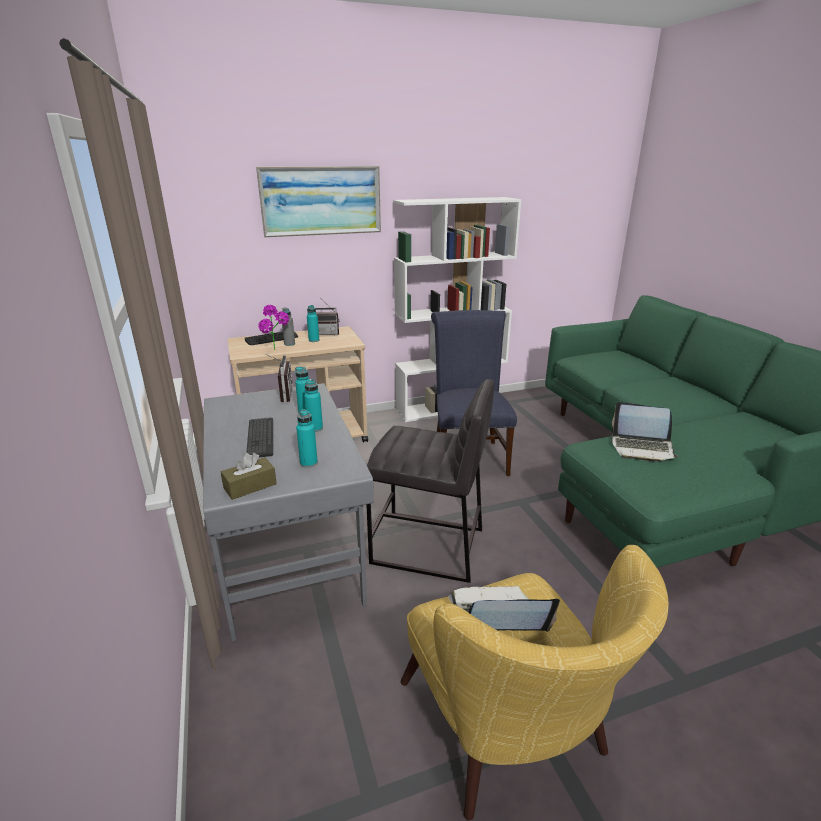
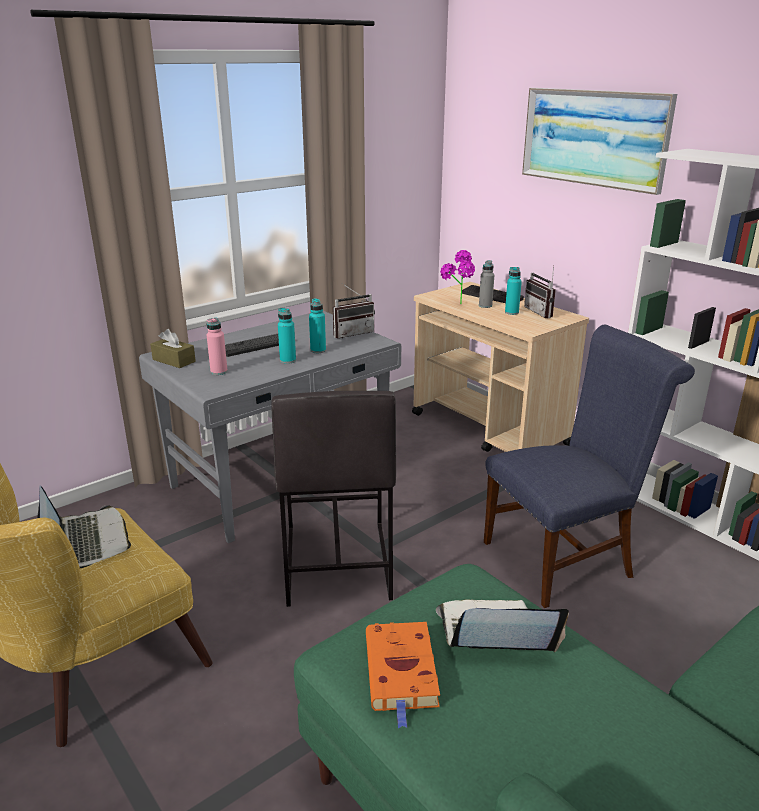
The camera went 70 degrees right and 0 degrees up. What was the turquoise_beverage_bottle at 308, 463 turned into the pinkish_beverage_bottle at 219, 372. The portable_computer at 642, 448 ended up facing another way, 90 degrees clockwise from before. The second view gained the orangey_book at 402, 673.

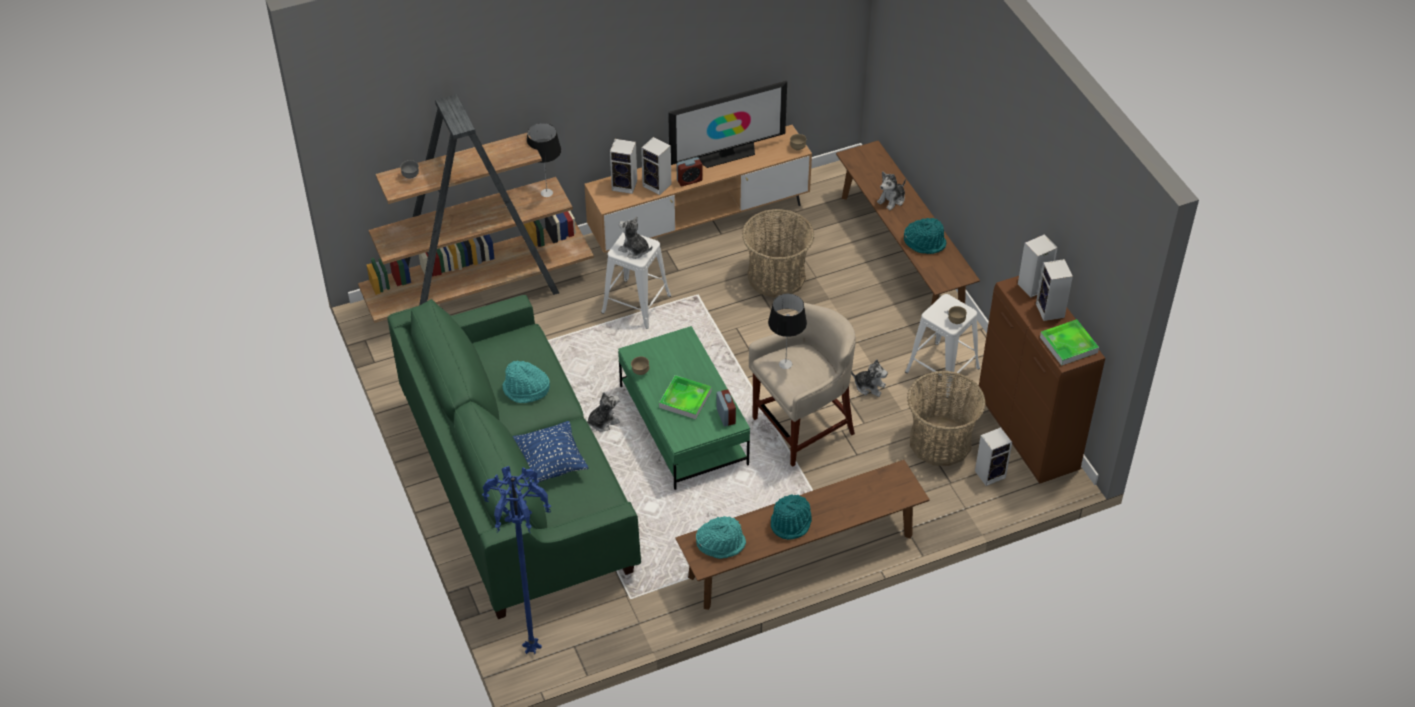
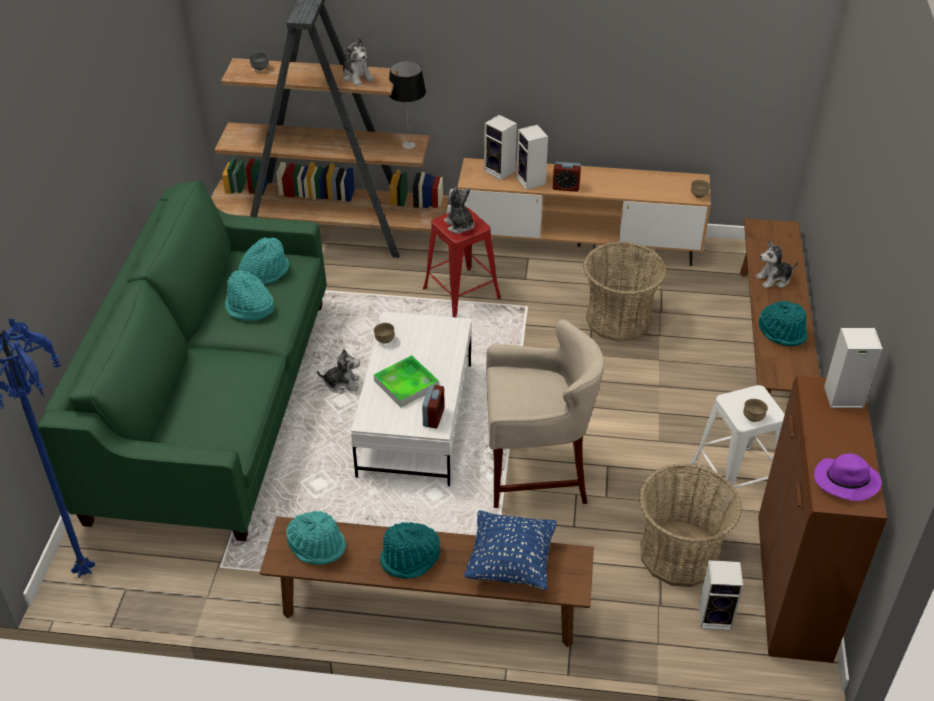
The camera went 30 degrees right and 5 degrees down. The blue_throw_pillow ended up elsewhere, having gone from 550, 464 to 510, 563. What was the white-coloured_sitting_stool at 636, 304 turned into the reddish_sitting_stool at 461, 293. What was the greenish_coffee_table at 683, 425 turned into the white-coloured_coffee_table at 415, 419. The second view lost the television at 727, 154. The second view lost the tabletop_lamp at 785, 364. The cuddly_toy ended up elsewhere, having gone from 869, 386 to 357, 77. The second view lost the speaker at 1051, 311. Where the tray stood at 1068, 345, the purplish_clothing_hat came to stand at 845, 482. The second view gained the turquoise_clothing_hat at 265, 272.

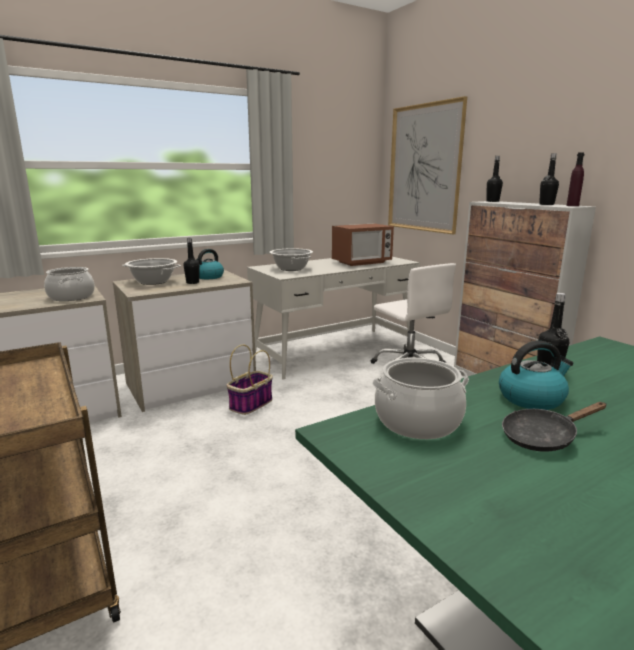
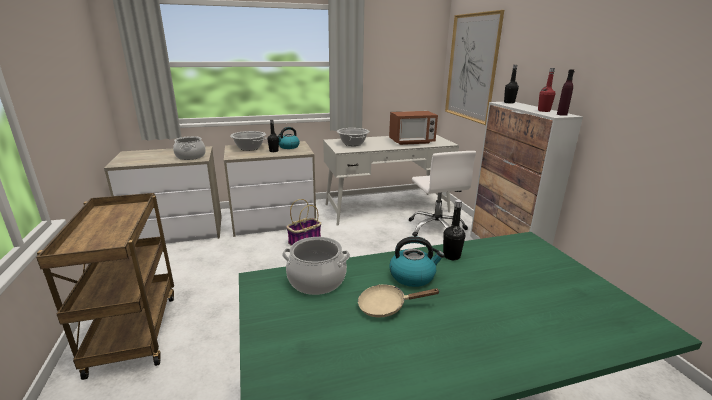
The camera went 15 degrees right and 5 degrees up. What was the blackish_skillet at 543, 437 turned into the beige_skillet at 386, 306. What was the blackish_beverage_bottle at 546, 204 turned into the reddish_beverage_bottle at 544, 111.

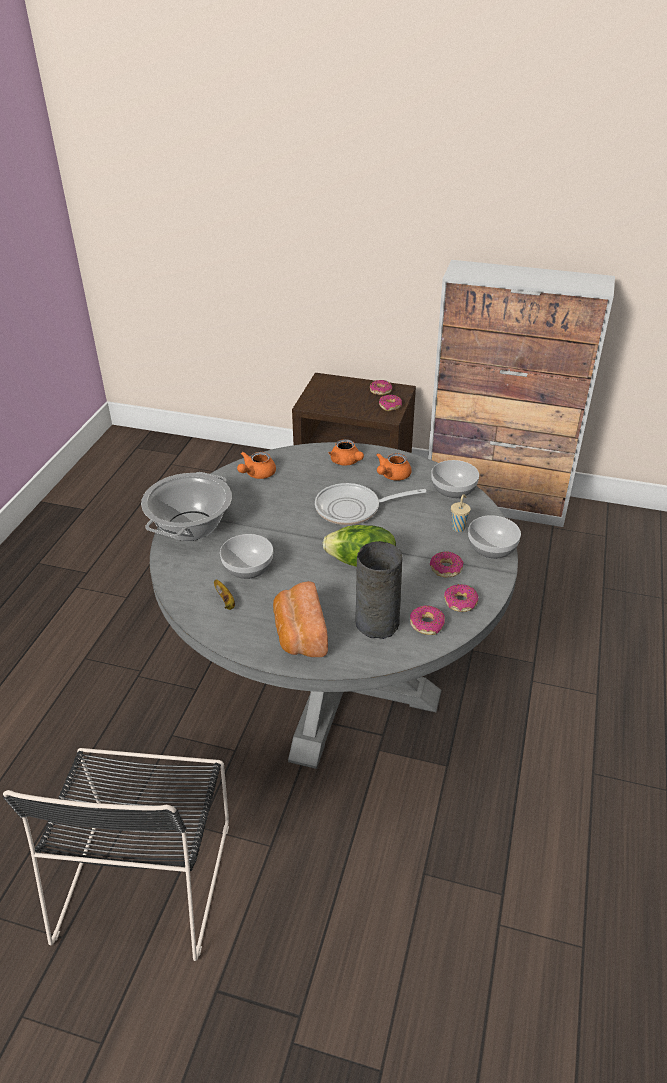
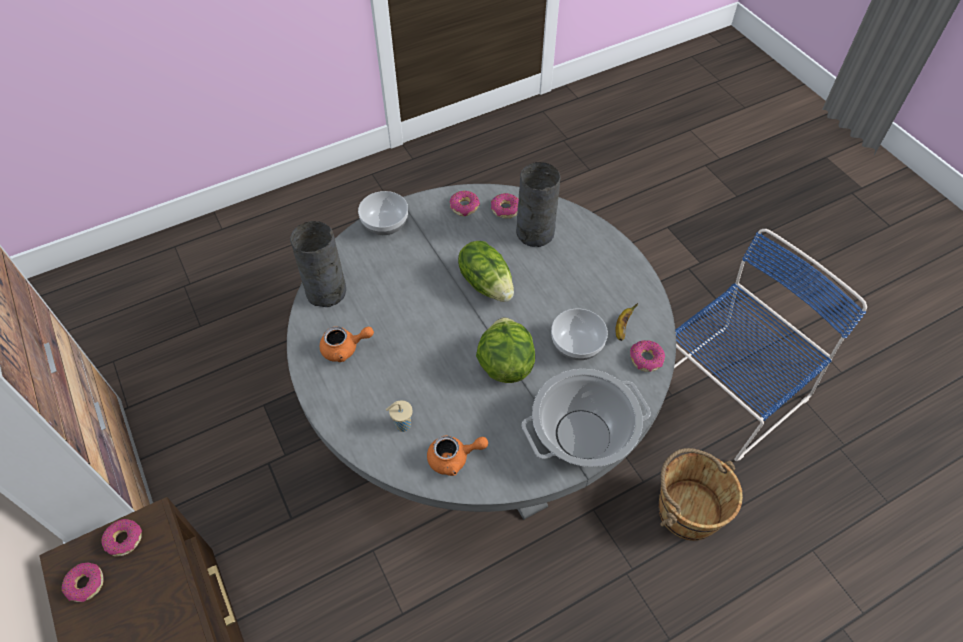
The camera went 135 degrees left and 15 degrees up. What was the blackish_upright_chair at 147, 873 turned into the blue_upright_chair at 726, 393. The second view lost the baked_bread at 299, 635. The second view lost the skillet at 353, 509. The second view lost the orangey_tea_pot at 346, 462. The doughnut ended up elsewhere, having gone from 446, 569 to 646, 359. Where the bowl stood at 452, 490, the grey_vase came to stand at 326, 292. The beige_cup ended up elsewhere, having gone from 458, 527 to 402, 425. The second view gained the head_of_lettuce at 505, 365. The second view gained the brown_bucket at 687, 509.

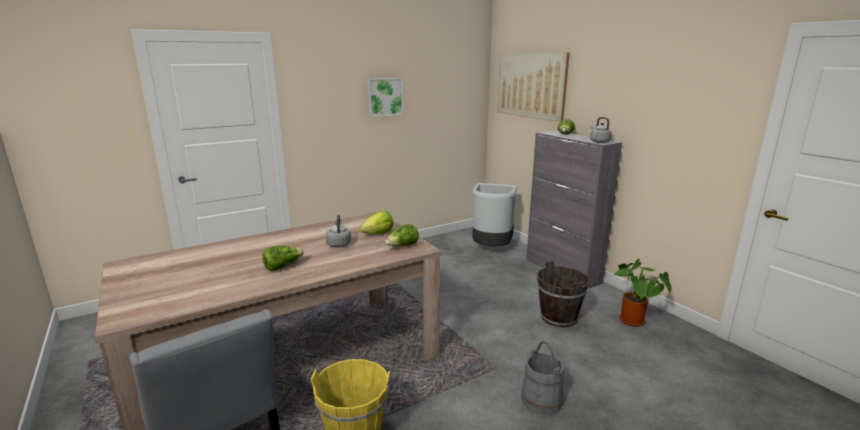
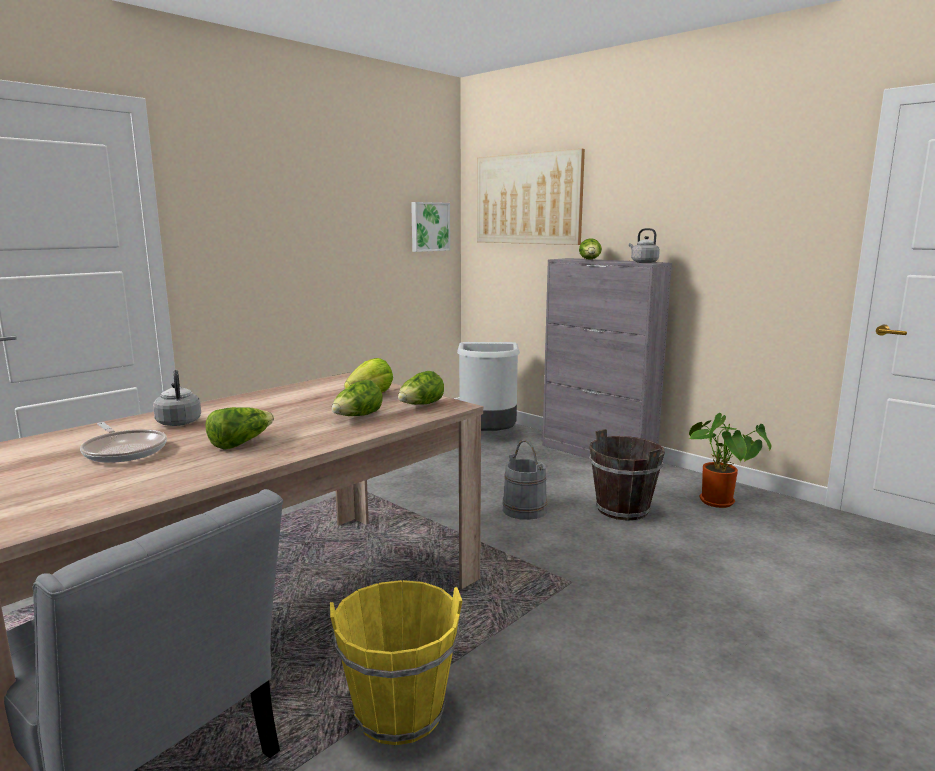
The camera went 15 degrees left and 5 degrees down. The grey_tea_kettle ended up elsewhere, having gone from 339, 244 to 179, 422. The picture ended up elsewhere, having gone from 384, 97 to 429, 226. The grey_bucket ended up elsewhere, having gone from 541, 399 to 524, 509. The second view gained the skillet at 124, 450. The second view gained the head_of_lettuce at 357, 417.

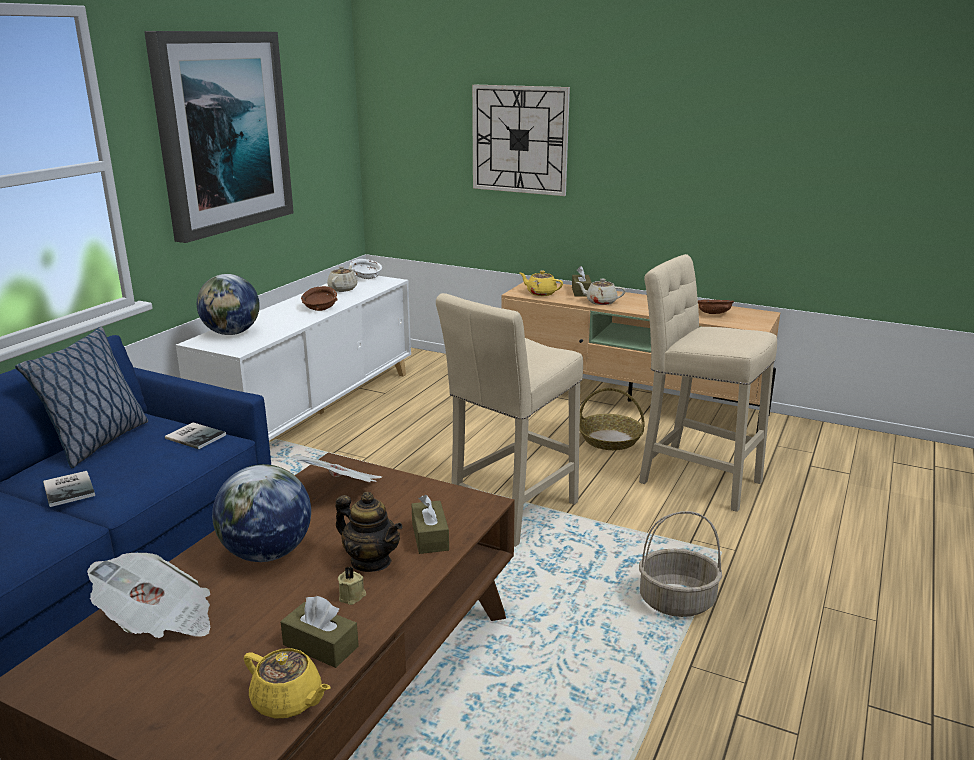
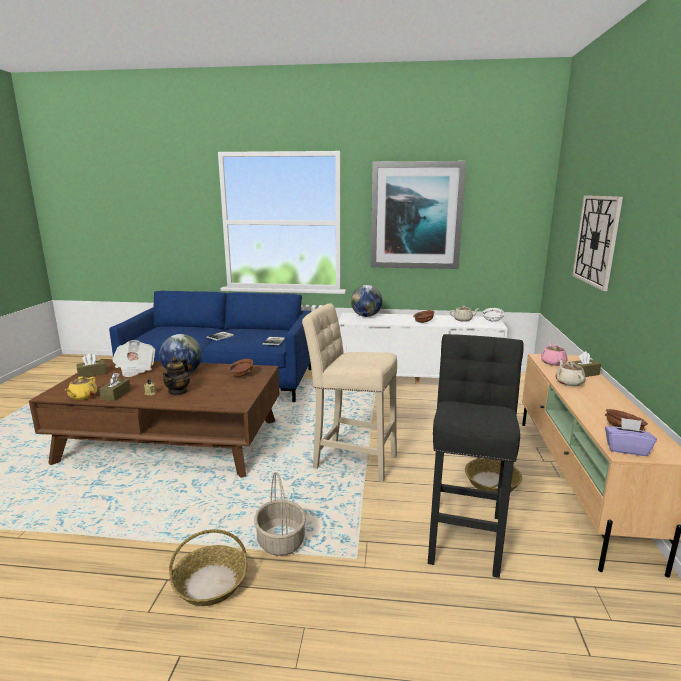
The camera went 70 degrees right and 5 degrees down. The second view lost the throw_pillow at 97, 443. Where the newspaper stood at 341, 489, the brown_bowl came to stand at 241, 374. The brown_box_of_tissues ended up elsewhere, having gone from 430, 537 to 92, 373. What was the yellow-coloured_tea_pot at 540, 293 turned into the pinkish_tea_pot at 553, 362. What was the beige_sitting_stool at 694, 479 turned into the blackish_sitting_stool at 465, 534. The second view gained the storage_basket at 210, 583. The second view gained the purplish_box_of_tissues at 626, 449.

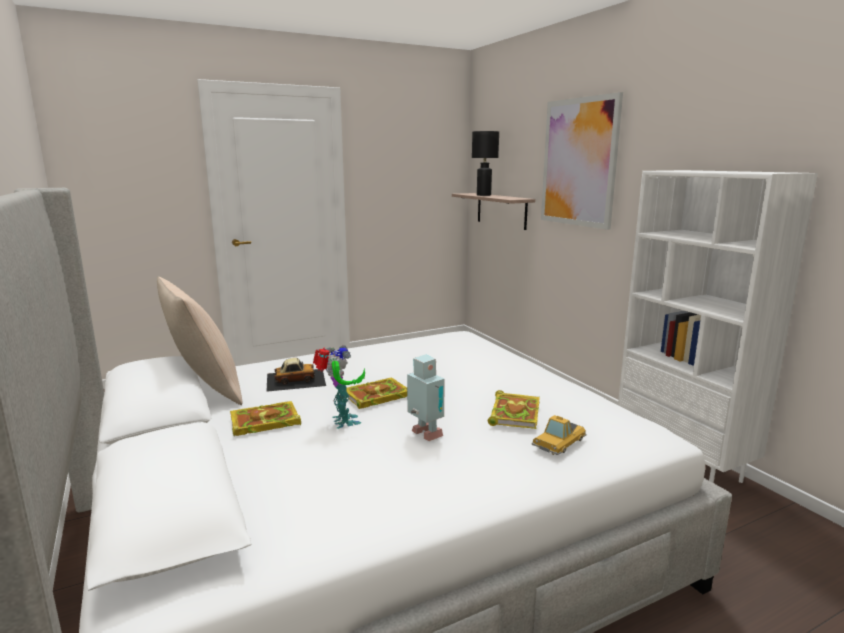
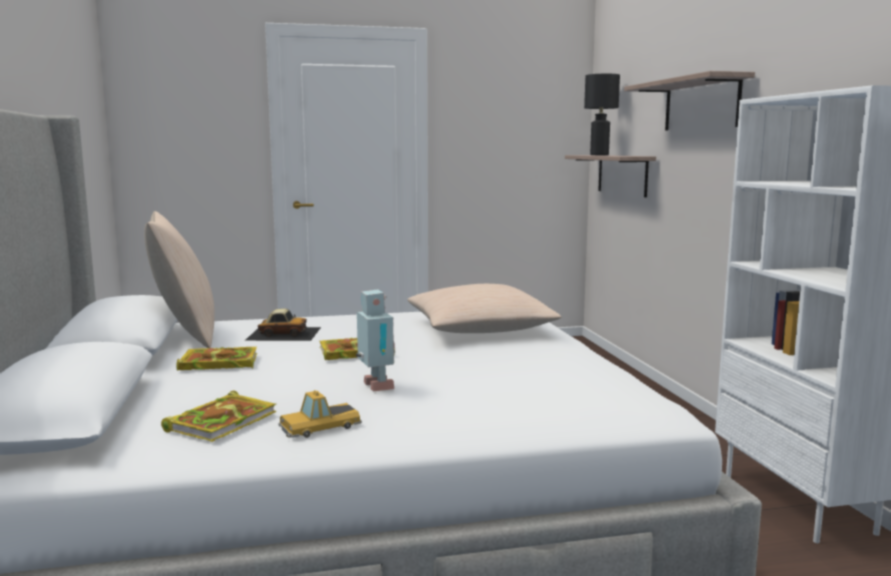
The camera went 15 degrees right and 5 degrees down. The second view lost the model_robot at 342, 422. The book ended up elsewhere, having gone from 514, 413 to 223, 421. The toy_car ended up elsewhere, having gone from 558, 442 to 318, 426. Where the picture hung at 579, 162, the bracket_shelf came to hang at 701, 104. The second view gained the beige_throw_pillow at 479, 328.

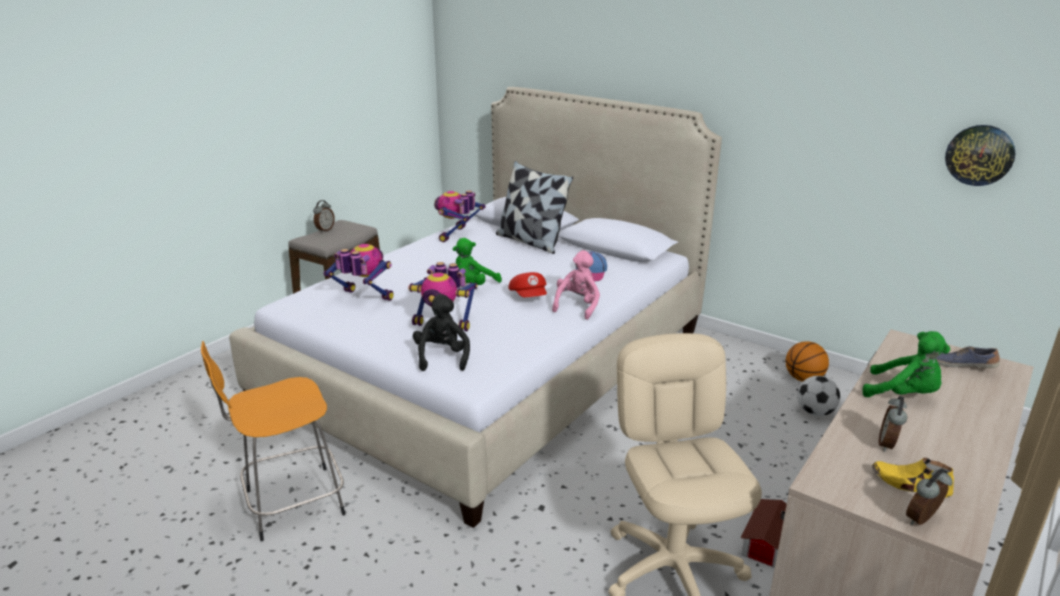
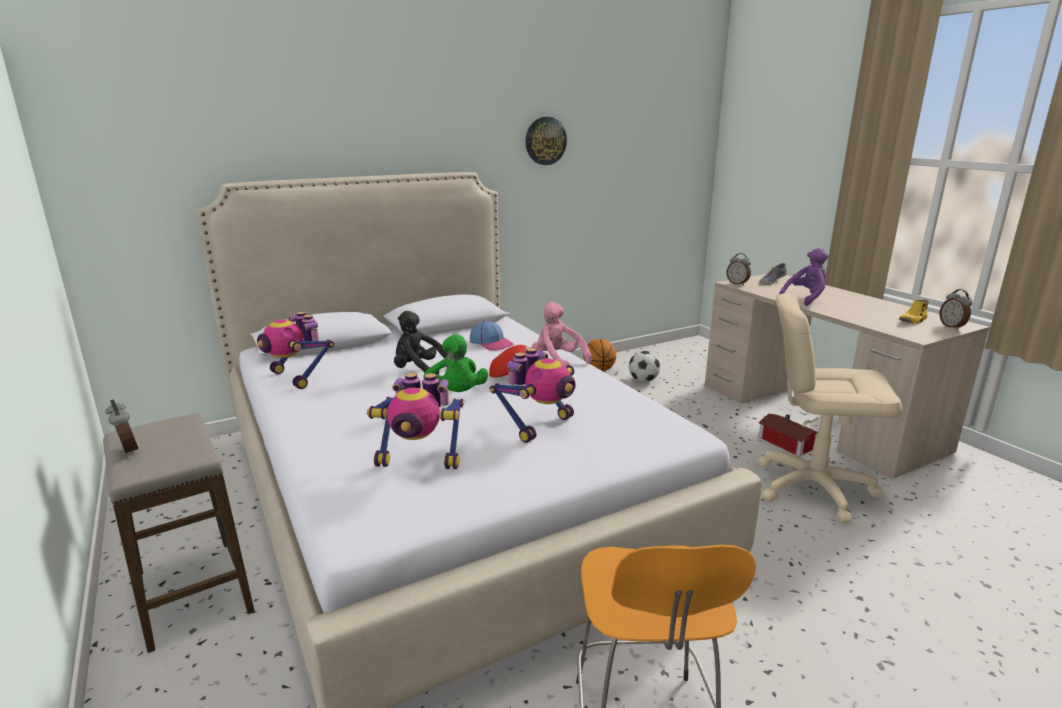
The camera went 65 degrees left and 5 degrees down. The model_robot at 364, 298 ended up facing another way, 135 degrees counterclockwise from before. The blackish_cuddly_toy ended up elsewhere, having gone from 442, 357 to 419, 371. The second view lost the throw_pillow at 531, 241. What was the greenish_cuddly_toy at 903, 394 turned into the purplish_cuddly_toy at 805, 298. The alarm_clock ended up elsewhere, having gone from 888, 445 to 737, 283. The wall_clock ended up elsewhere, having gone from 979, 155 to 545, 141.

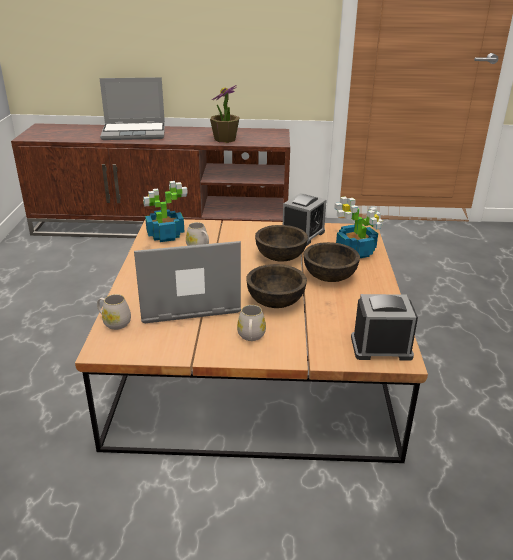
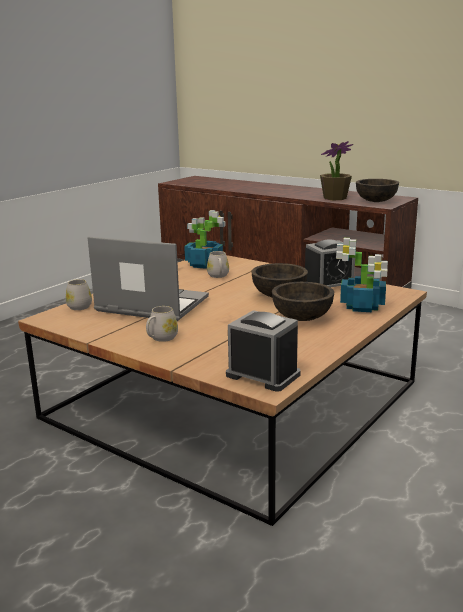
The camera went 35 degrees right and 10 degrees down. The second view lost the portable_computer at 135, 132. The brown_bowl ended up elsewhere, having gone from 276, 301 to 376, 201.

